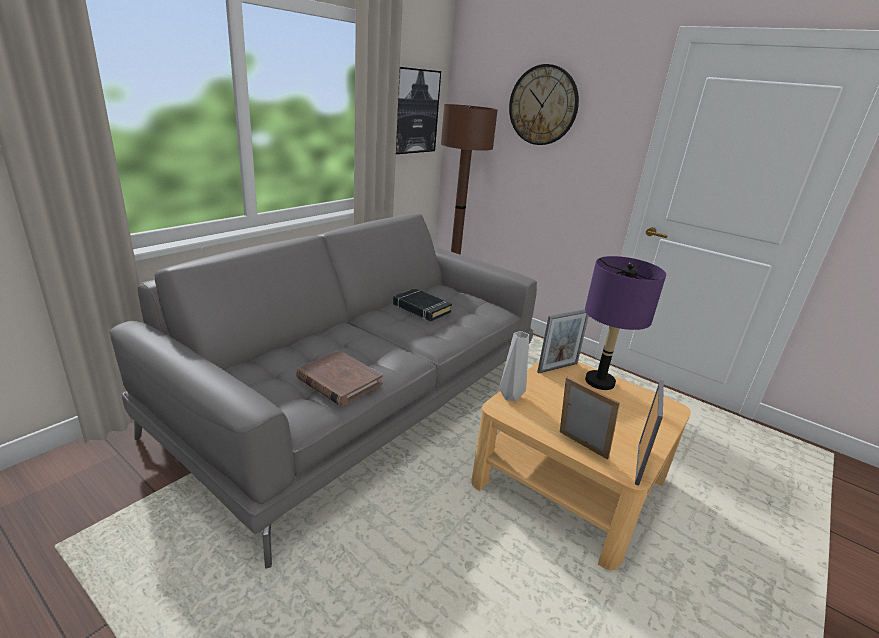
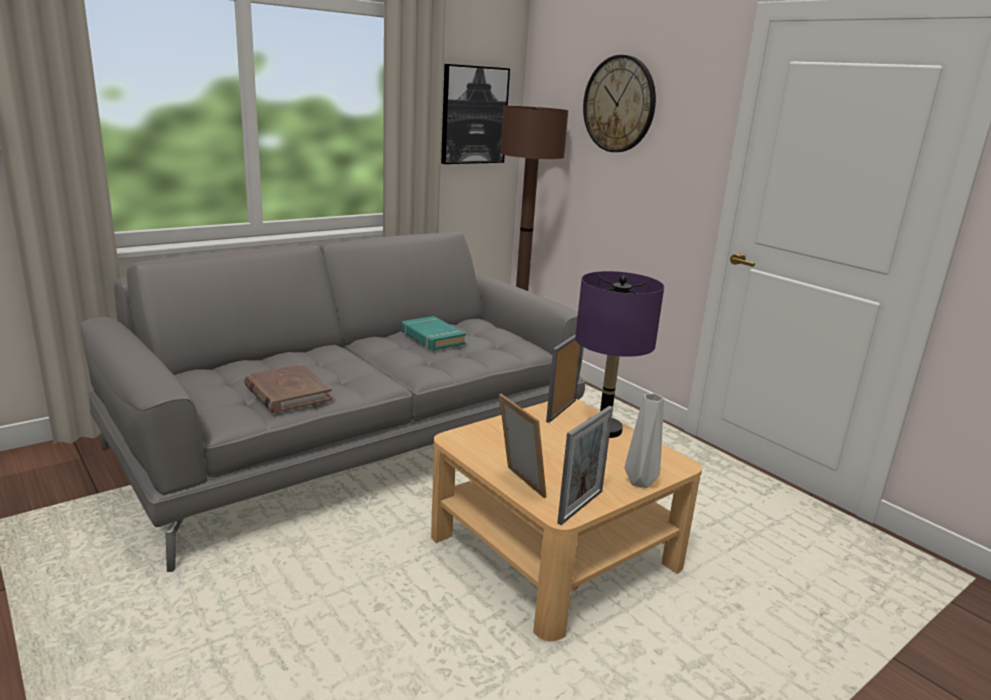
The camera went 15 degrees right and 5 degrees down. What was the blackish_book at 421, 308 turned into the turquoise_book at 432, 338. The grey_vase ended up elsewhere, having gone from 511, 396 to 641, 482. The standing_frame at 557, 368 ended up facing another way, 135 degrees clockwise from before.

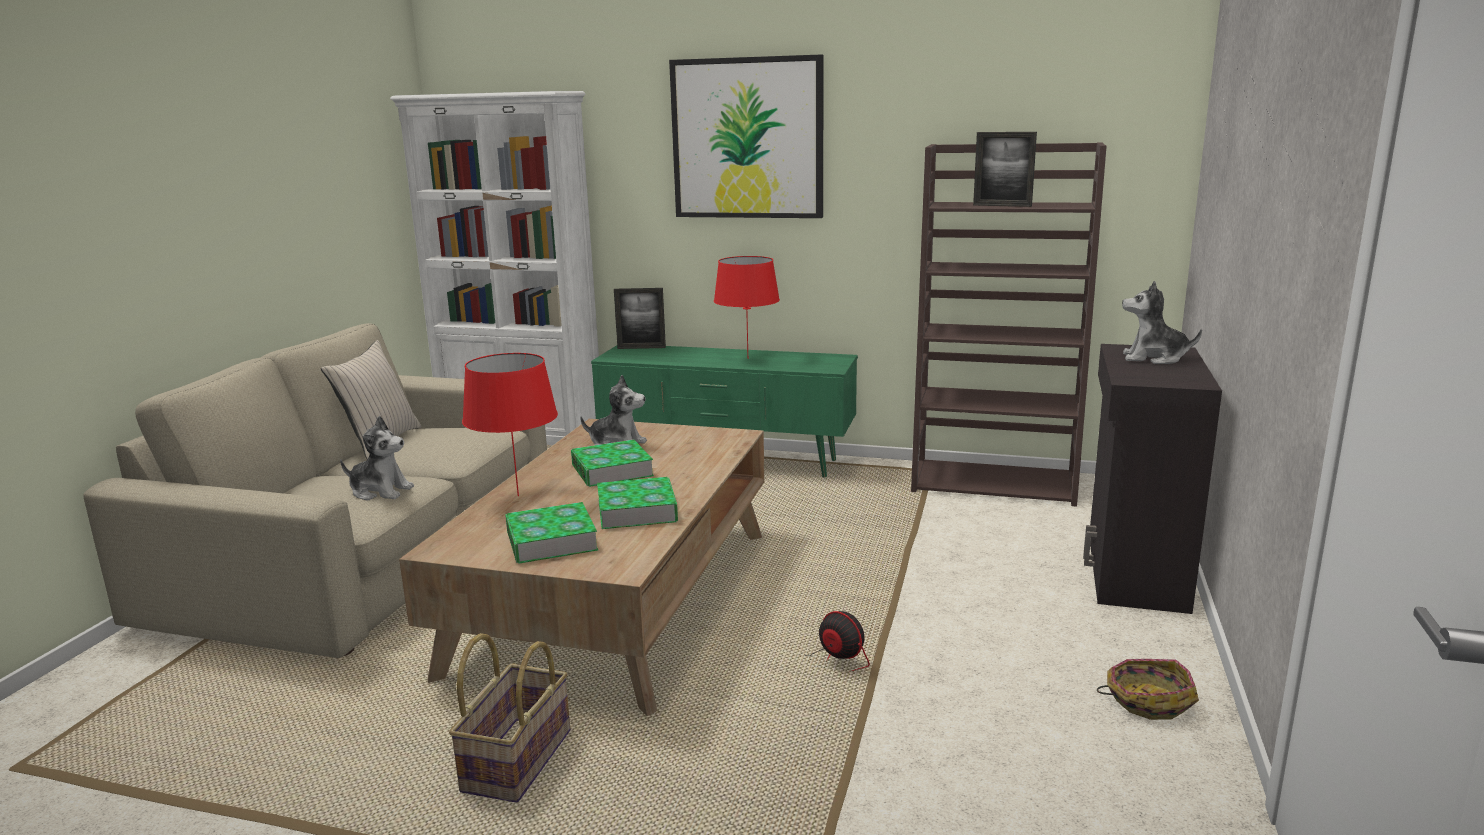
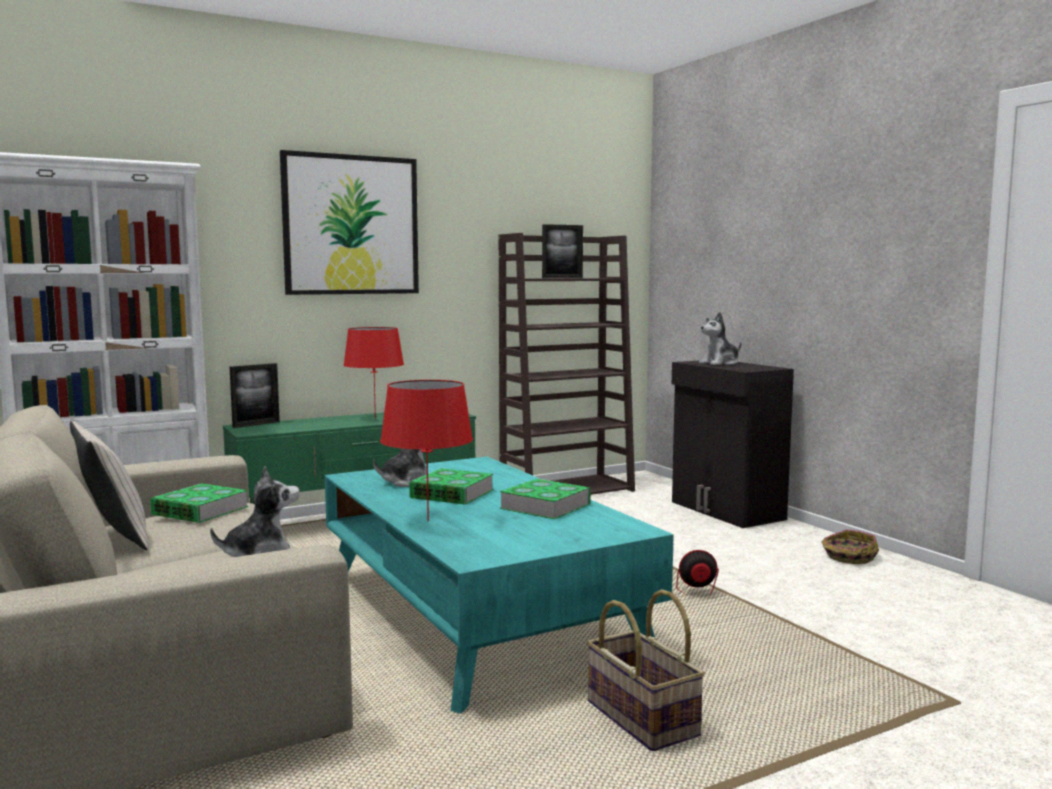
The camera went 45 degrees left and 10 degrees down. What was the brown_coffee_table at 617, 598 turned into the turquoise_coffee_table at 477, 614. The book ended up elsewhere, having gone from 551, 541 to 200, 510.

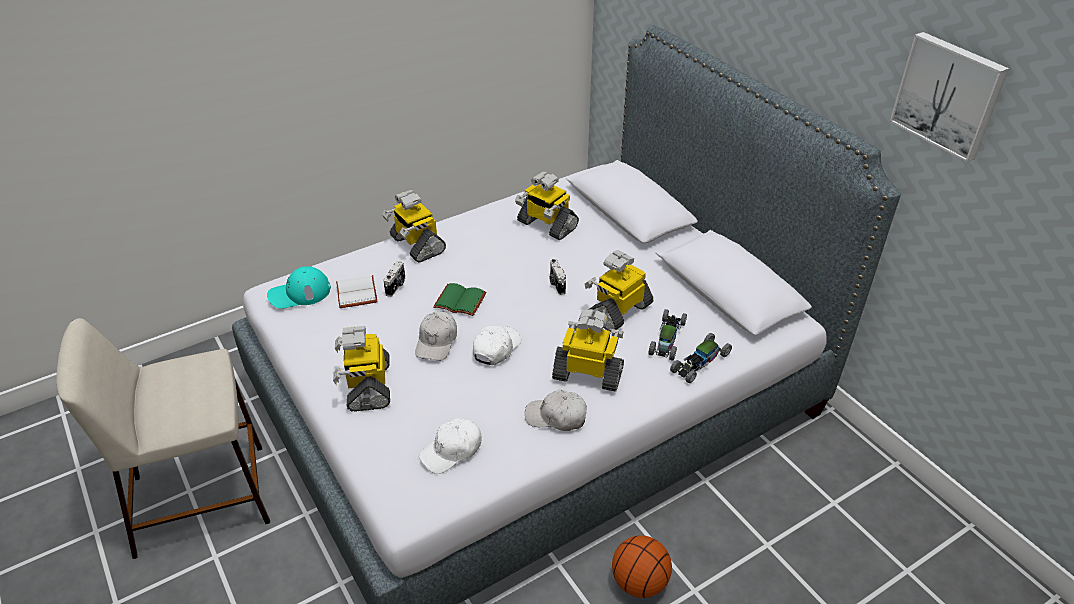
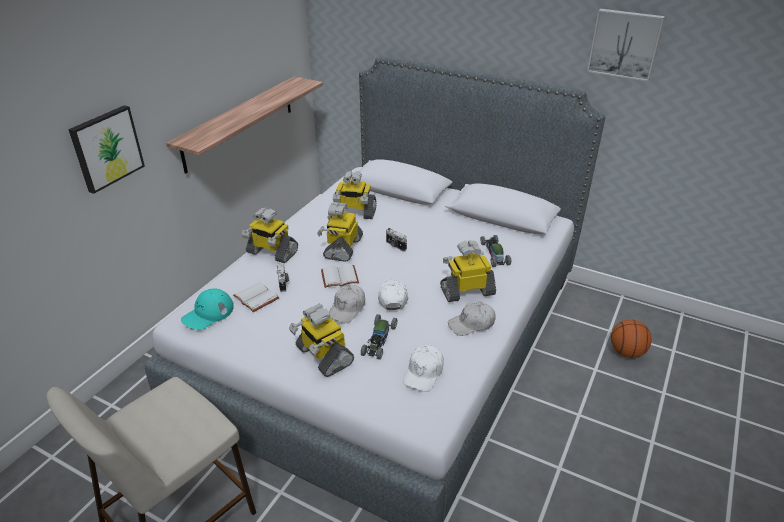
The camera went 30 degrees left and 5 degrees down. The white-coloured_peaked_cap at 437, 342 ended up facing another way, 45 degrees clockwise from before. What was the greenish_book at 461, 300 turned into the white-coloured_book at 340, 276. The model_robot ended up elsewhere, having gone from 618, 311 to 342, 248. The basketball_ball ended up elsewhere, having gone from 639, 582 to 626, 352. The toy_car ended up elsewhere, having gone from 700, 362 to 379, 340. The second view gained the picture at 106, 148. The second view gained the bracket_shelf at 239, 123.

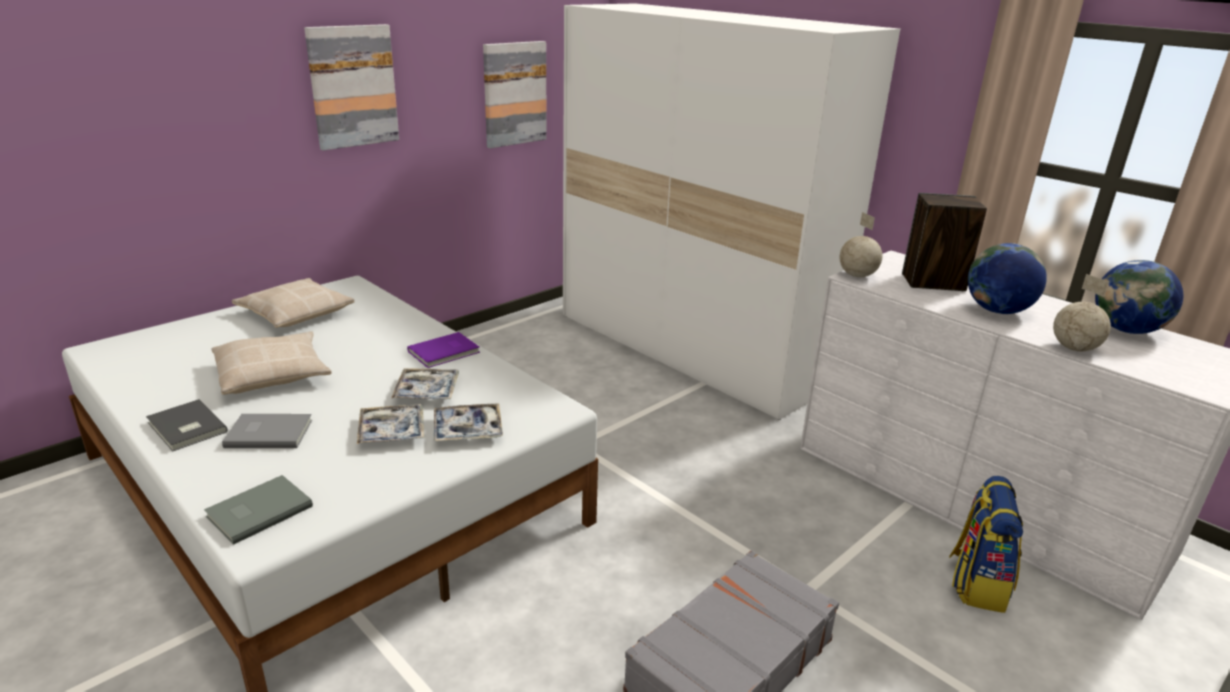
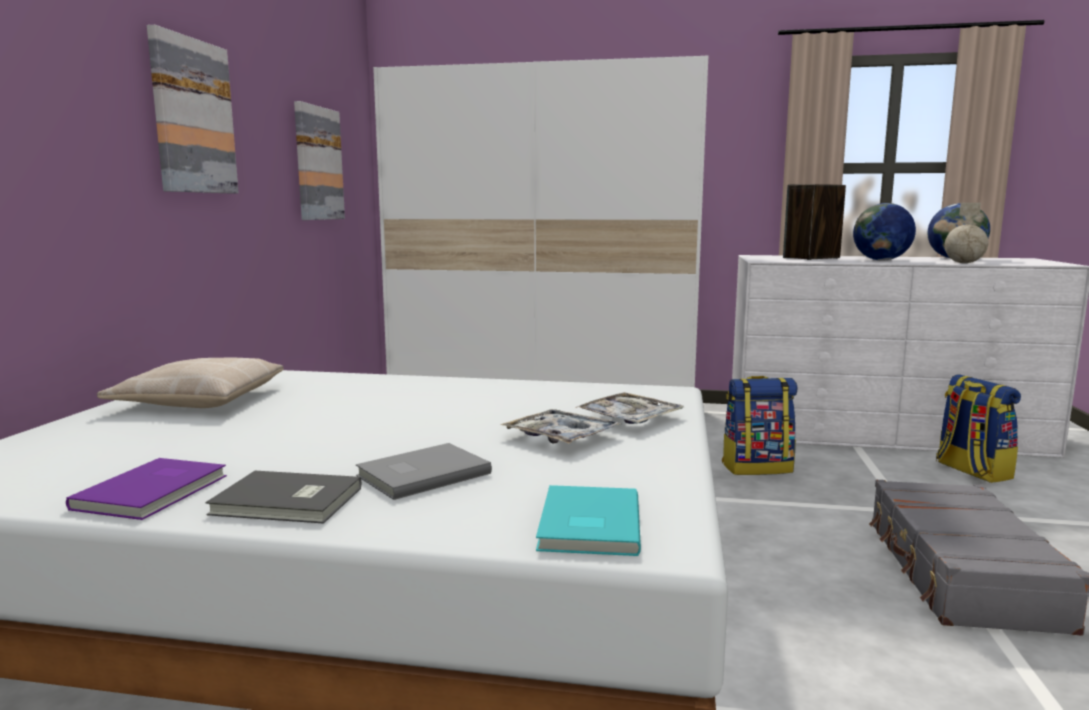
The camera went 35 degrees left and 15 degrees down. What was the grey_book at 257, 511 turned into the turquoise_book at 586, 524. The second view lost the beige_throw_pillow at 273, 374. The second view lost the tray at 427, 391. The purplish_book ended up elsewhere, having gone from 445, 352 to 156, 491. The second view lost the globe at 857, 276. The second view gained the rucksack at 757, 467.

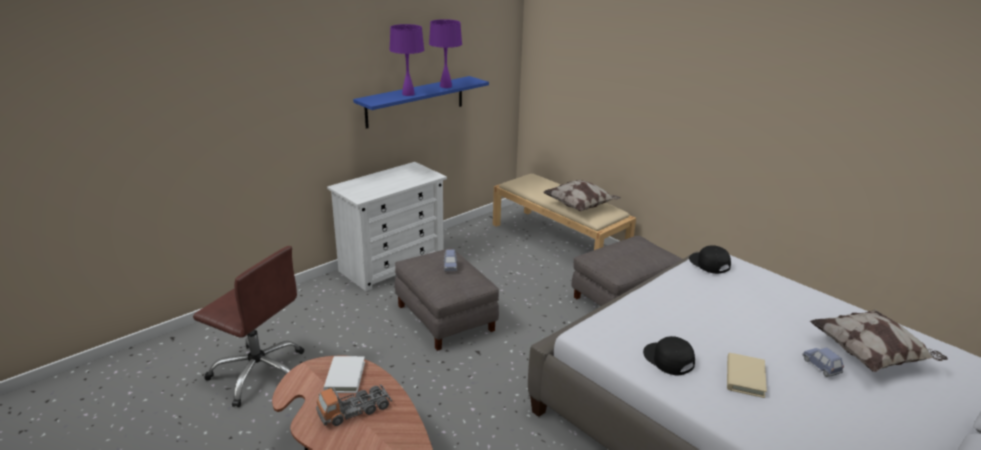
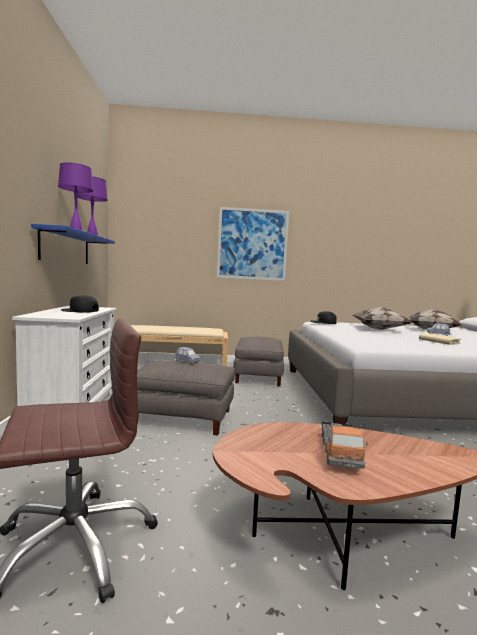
The camera went 50 degrees left and 20 degrees down. The second view lost the white-coloured_book at 345, 377. The throw_pillow ended up elsewhere, having gone from 580, 206 to 379, 329. The blackish_peaked_cap ended up elsewhere, having gone from 668, 359 to 80, 310. The second view gained the picture at 252, 244.

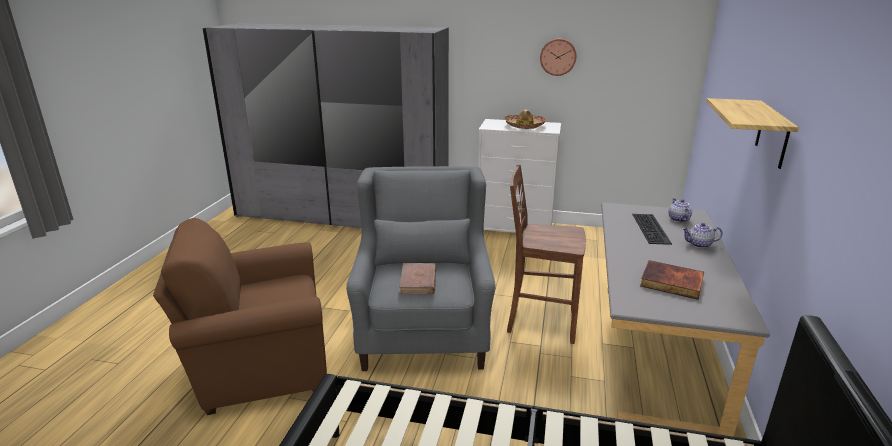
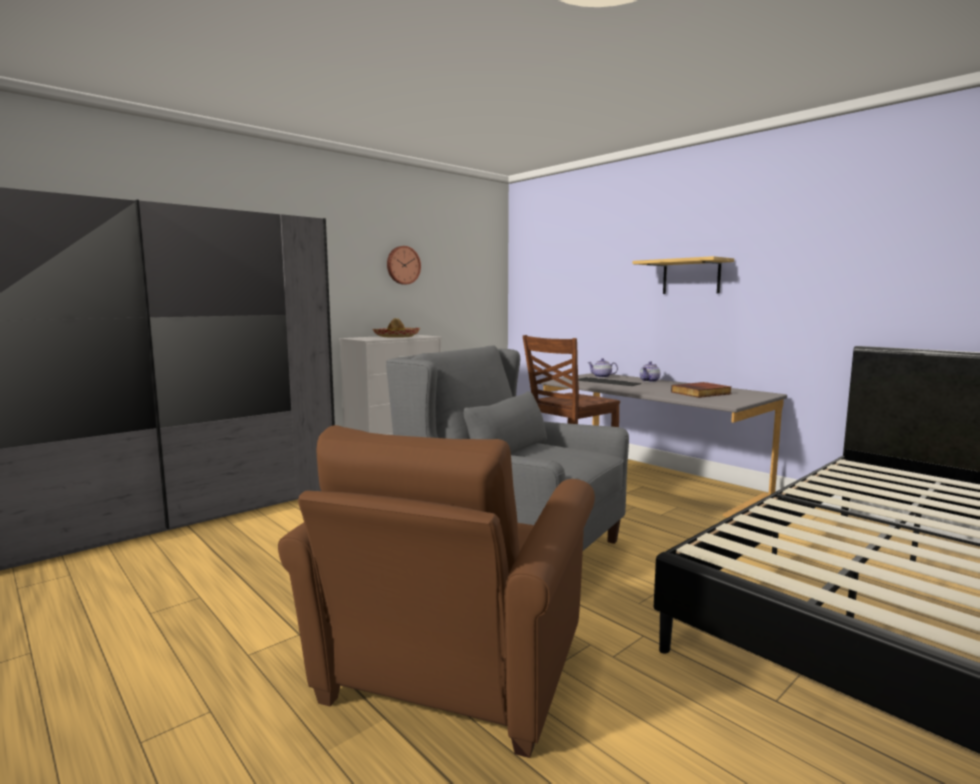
The camera went 55 degrees left and 15 degrees down. The second view lost the brown_book at 418, 281.

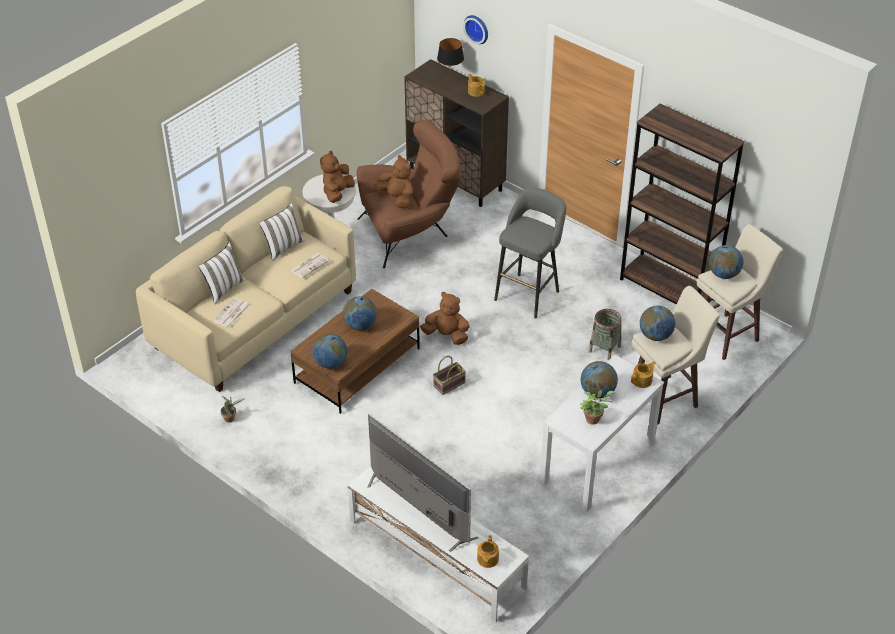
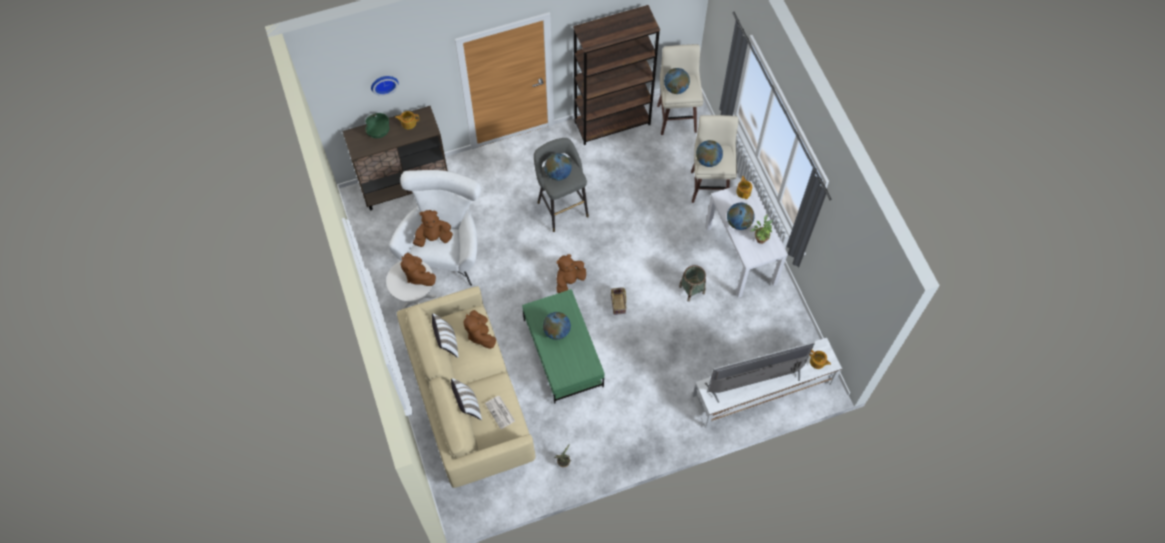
The camera went 60 degrees left and 20 degrees up. Where the newspaper stood at 309, 265, the brown_cuddly_toy came to stand at 480, 334. What was the brown_coffee_table at 357, 365 turned into the greenish_coffee_table at 562, 353. The globe ended up elsewhere, having gone from 330, 363 to 558, 174. What was the brown_easy_chair at 411, 232 turned into the white-coloured_easy_chair at 444, 246. Where the blackish_tabletop_lamp stood at 450, 78, the greenish_bowl came to stand at 379, 130. The storage_basket ended up elsewhere, having gone from 604, 349 to 692, 290.

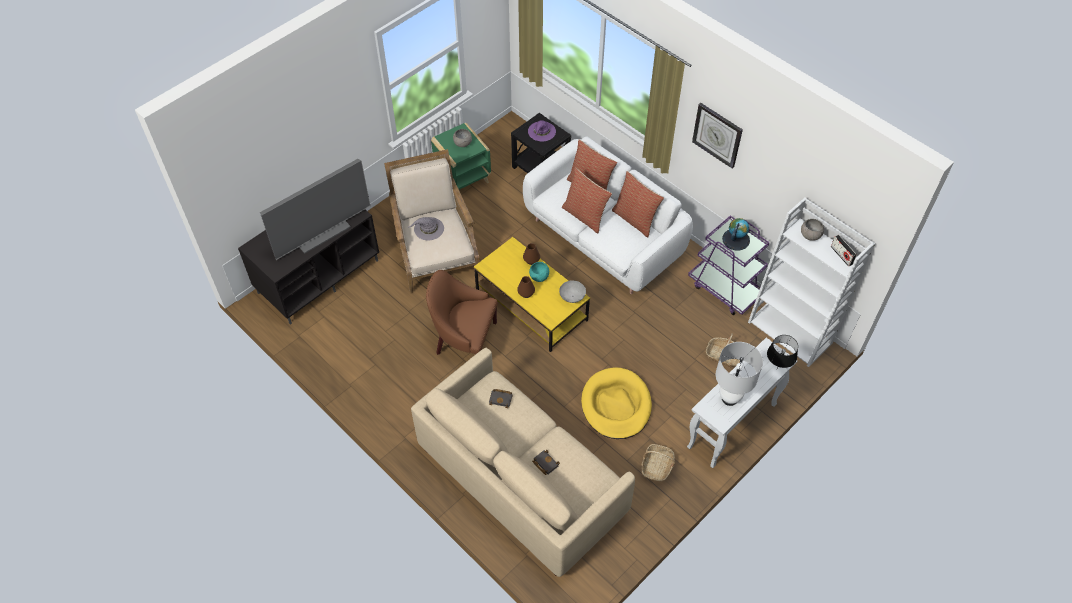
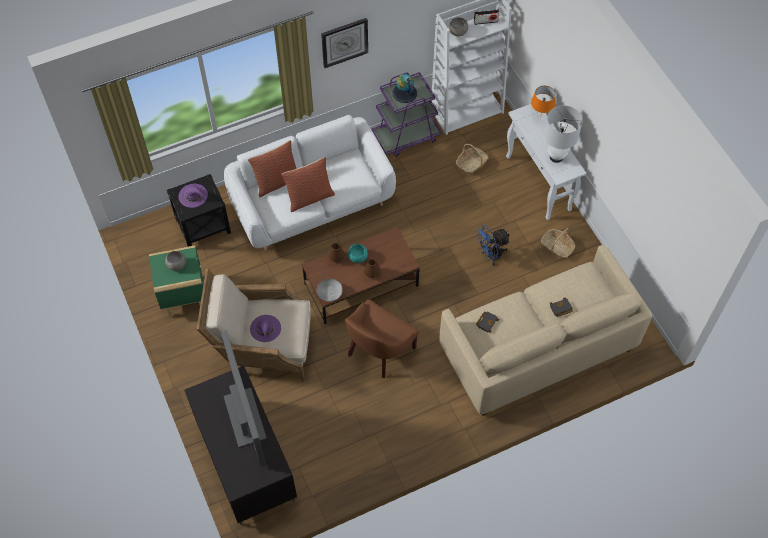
The camera went 70 degrees left and 5 degrees up. What was the grey_clothing_hat at 428, 229 turned into the purplish_clothing_hat at 265, 329. What was the yellow-coloured_coffee_table at 531, 304 turned into the brown_coffee_table at 361, 284. The grey_bowl ended up elsewhere, having gone from 572, 296 to 329, 294. Where the yellow-coloured_dog_cushion stood at 616, 405, the blue_cooling_fan came to stand at 490, 255. The second view lost the throw_pillow at 635, 219. What was the blackish_tabletop_lamp at 776, 369 turned into the orangey_tabletop_lamp at 540, 117.

